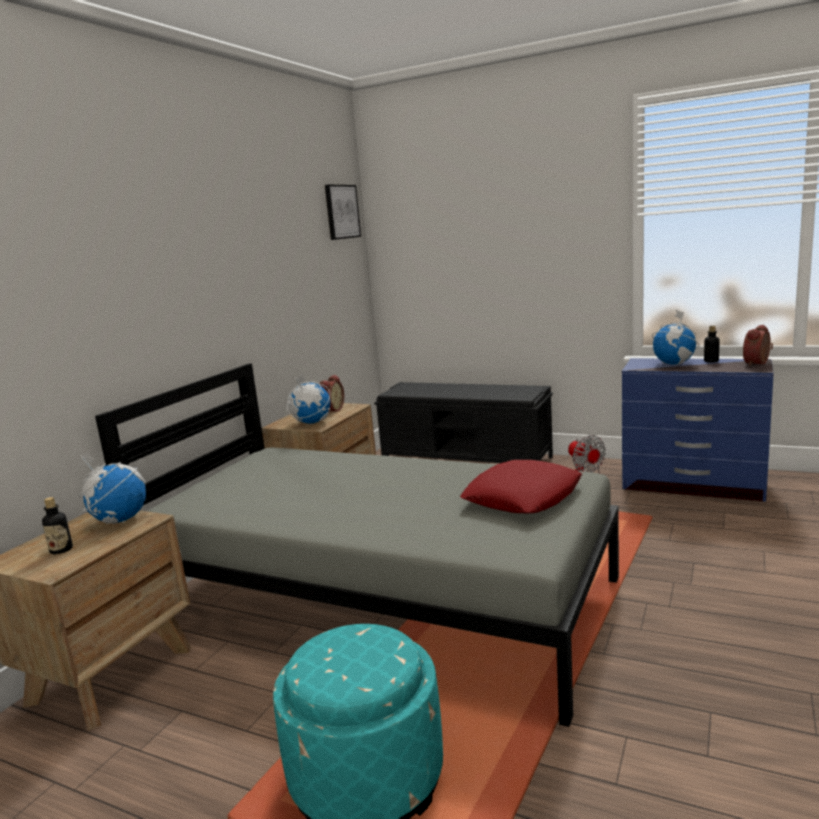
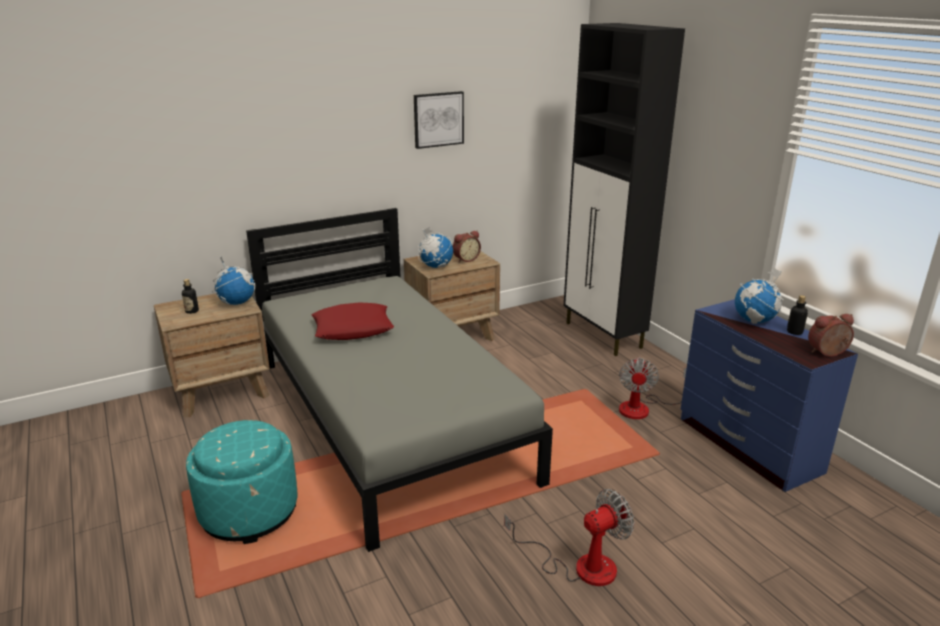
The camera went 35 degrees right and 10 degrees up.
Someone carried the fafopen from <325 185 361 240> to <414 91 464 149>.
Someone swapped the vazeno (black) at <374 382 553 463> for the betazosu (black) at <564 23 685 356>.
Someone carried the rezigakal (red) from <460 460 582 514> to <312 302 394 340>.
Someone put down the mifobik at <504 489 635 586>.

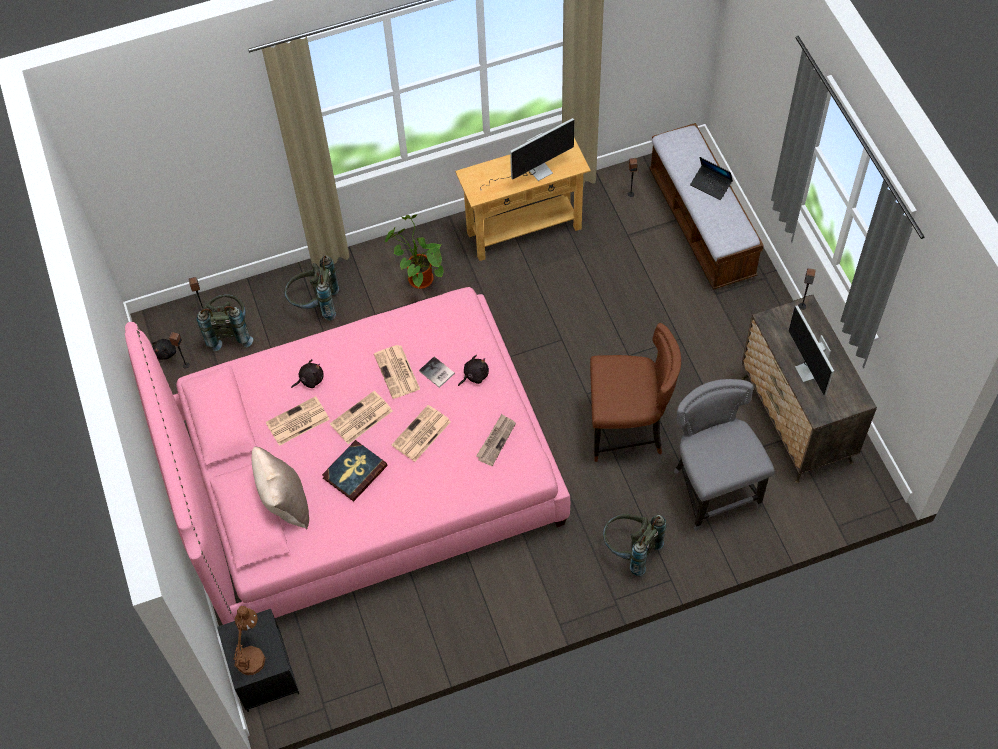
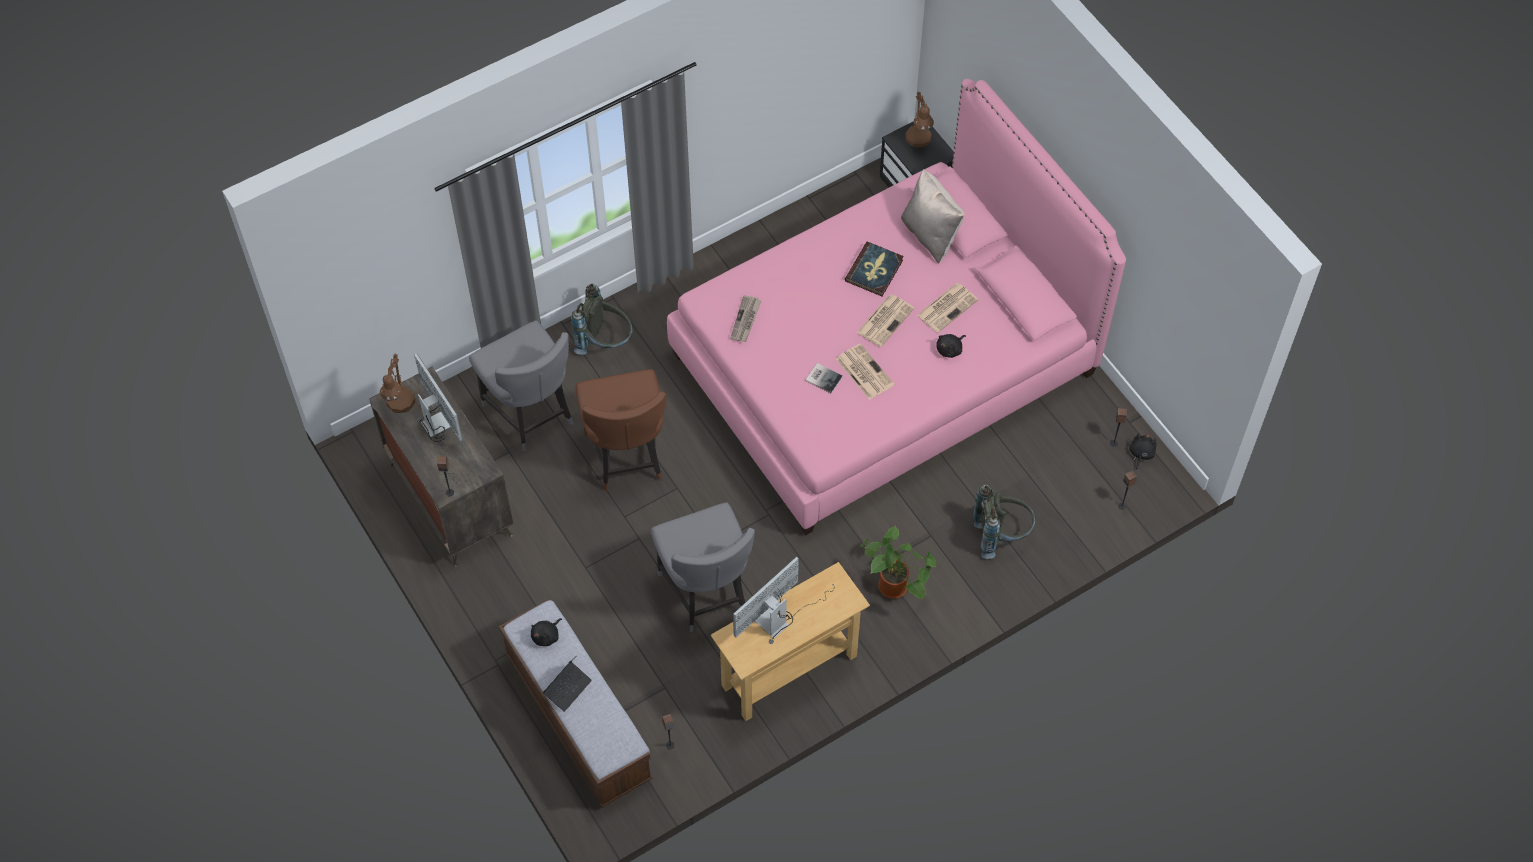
The camera went 165 degrees right and 0 degrees up.
Someone took away the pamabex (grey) at <197 295 253 351>.
Someone took away the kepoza at <392 405 451 462>.
Someone carried the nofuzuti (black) from <458 355 489 386> to <531 618 562 646>.
Someone rotated the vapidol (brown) at <590 323 681 462> by 90 degrees counterclockwise.
Someone rotated the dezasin at <690 157 733 200> by 105 degrees clockwise.
Someone put down the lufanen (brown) at <380 353 415 413>.
Someone put down the vapidol (grey) at <651 502 755 632>.

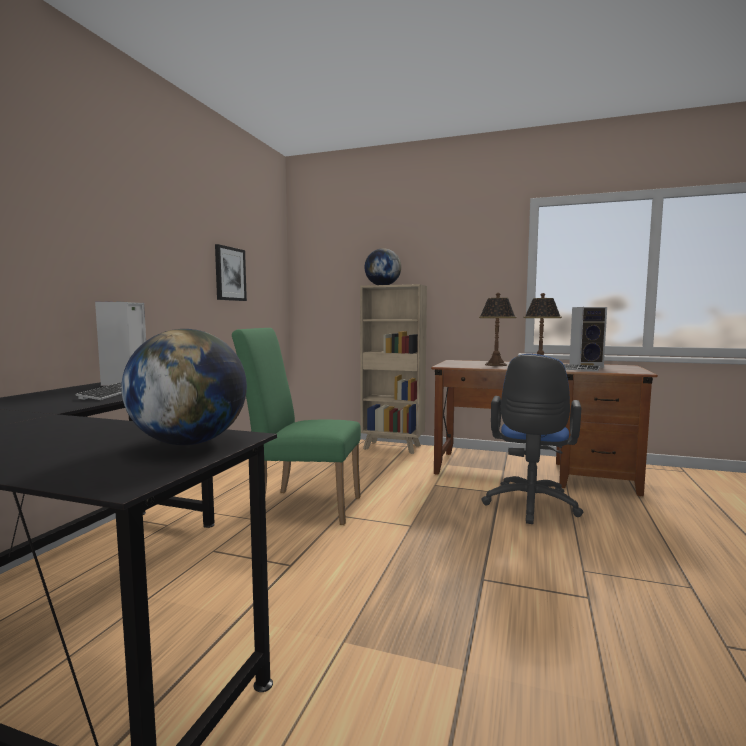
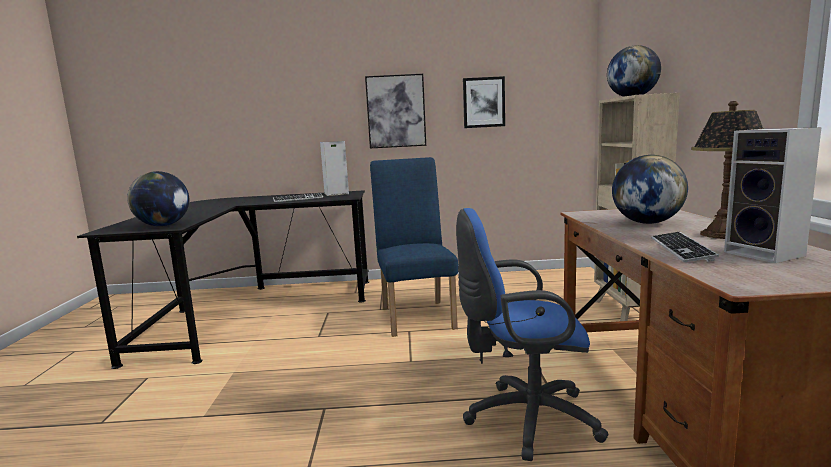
The camera went 70 degrees right and 5 degrees up.
Someone repainted the vapidol (green) at <232 328 361 525>, which became the vapidol (blue) at <370 157 458 337>.
Someone swapped the lufanen at <479 293 516 366> for the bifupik at <612 155 688 224>.
Someone put up the fafopen at <365 74 426 148>.

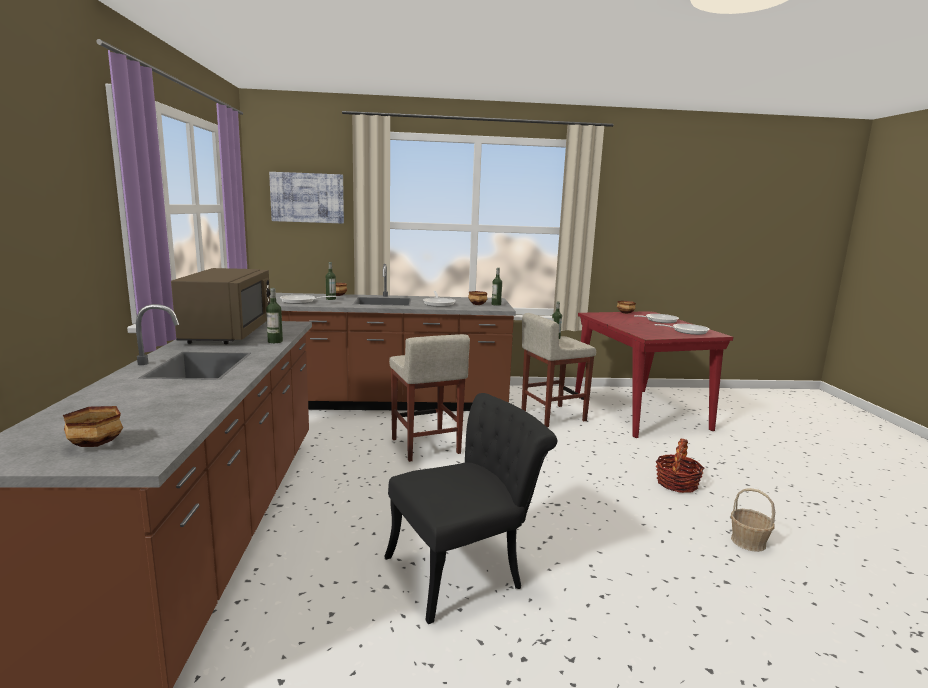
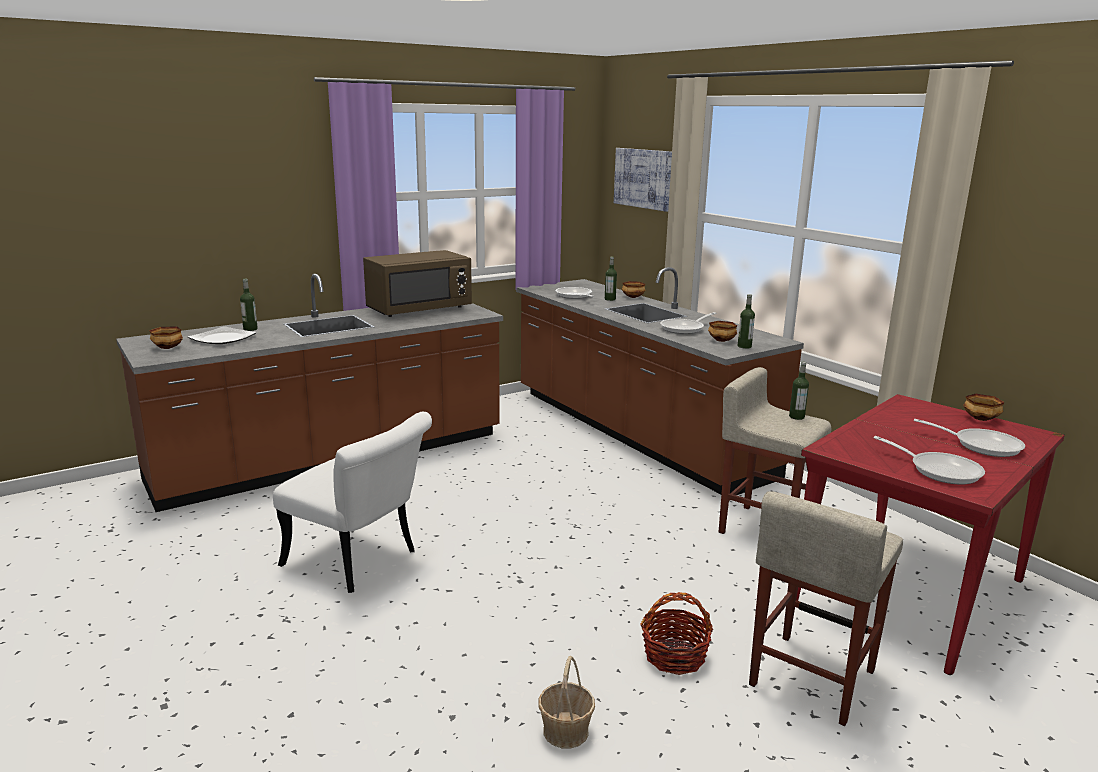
The camera went 60 degrees right and 5 degrees up.
Someone carried the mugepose from <266 288 283 343> to <240 279 258 331>.
Someone repainted the vapidol (black) at <384 393 557 624>, which became the vapidol (white) at <273 412 432 593>.
Someone carried the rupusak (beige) from <389 334 470 462> to <749 491 903 726>.
Someone put down the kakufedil at <188 326 257 344>.

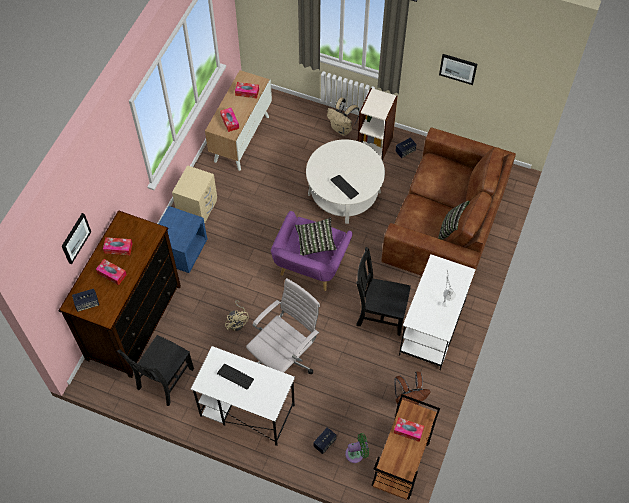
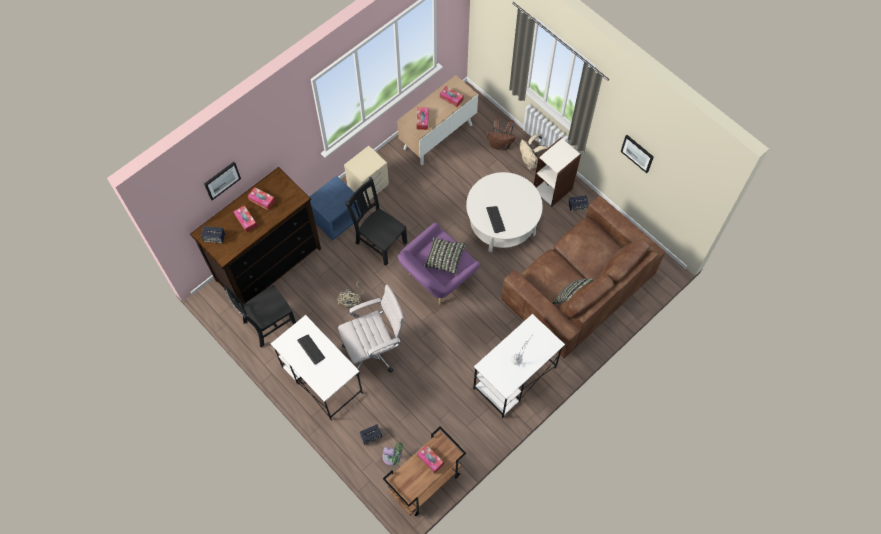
The camera went 25 degrees right and 5 degrees up.
Someone carried the vapidol (black) from <356 247 411 336> to <345 177 407 266>.
Someone carried the pamabex (brown) from <394 371 431 407> to <487 117 515 151>.

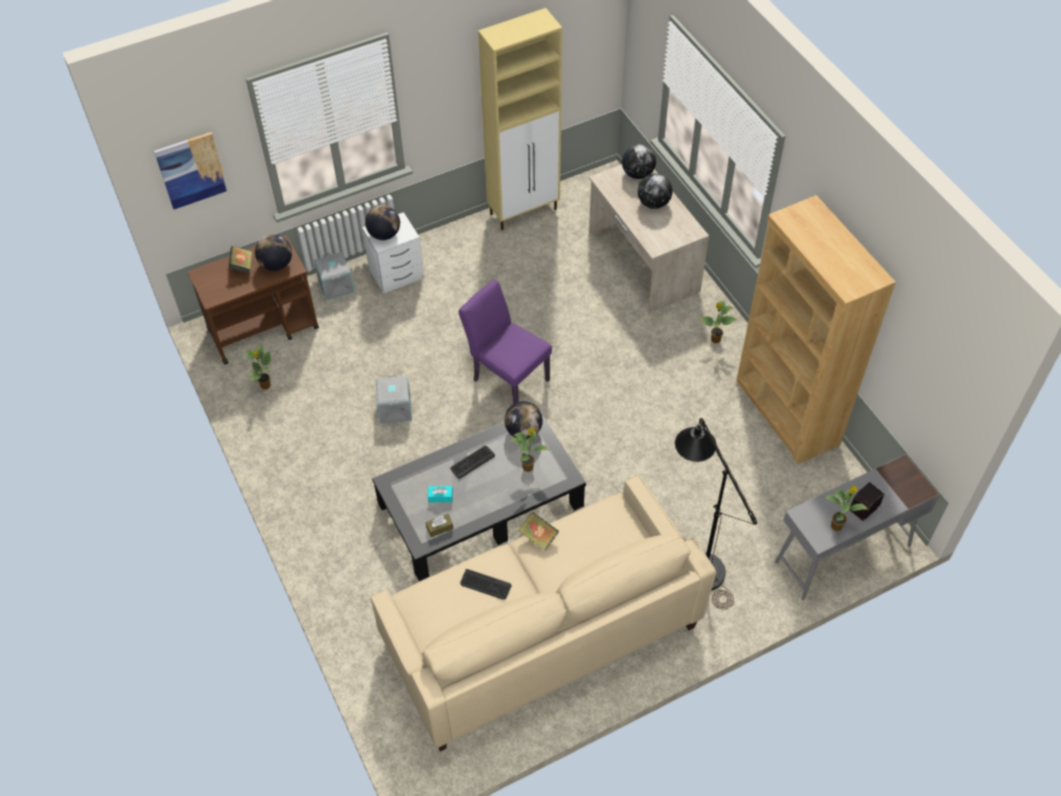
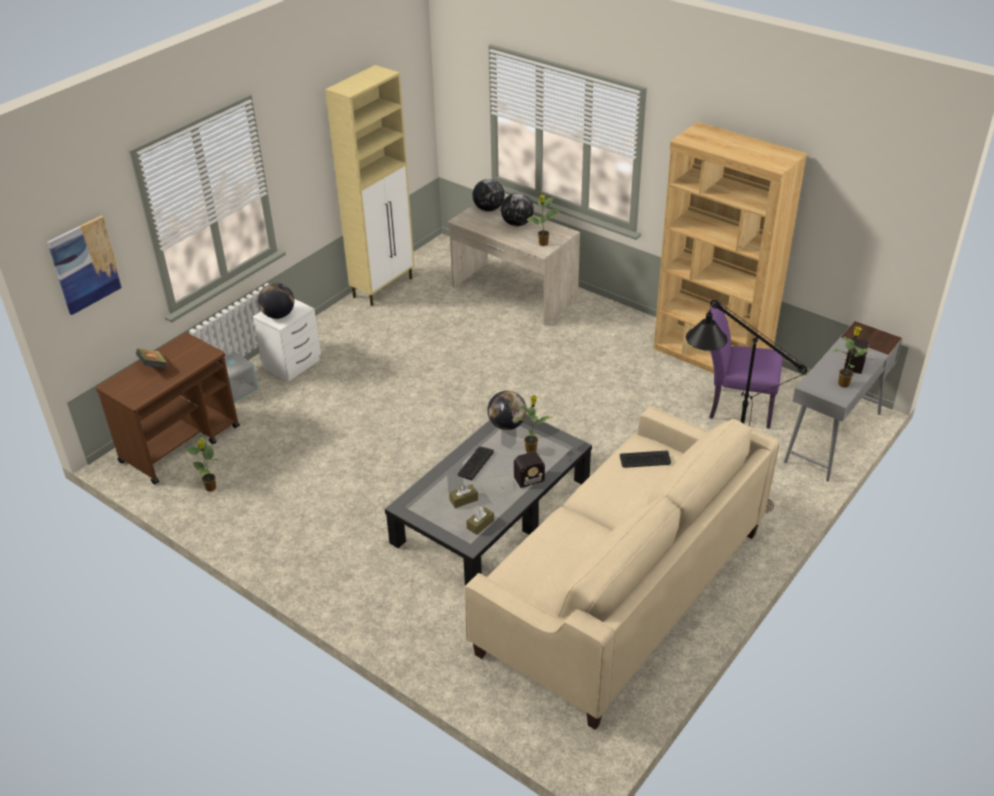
The camera went 25 degrees left and 15 degrees down.
Someone took away the bifupik at <255 234 292 271>.
Someone took away the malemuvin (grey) at <375 375 412 424>.
Someone repainted the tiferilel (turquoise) at <428 486 453 502>, which became the tiferilel (brown) at <449 484 478 508>.
Someone carried the vapidol (purple) from <458 279 552 404> to <709 301 783 429>.
Someone carried the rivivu from <460 569 511 600> to <620 451 671 468>.
Someone took away the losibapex at <519 512 559 550>.
Someone carried the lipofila from <699 300 737 343> to <526 194 560 246>.
Someone put down the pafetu at <498 452 545 492>.

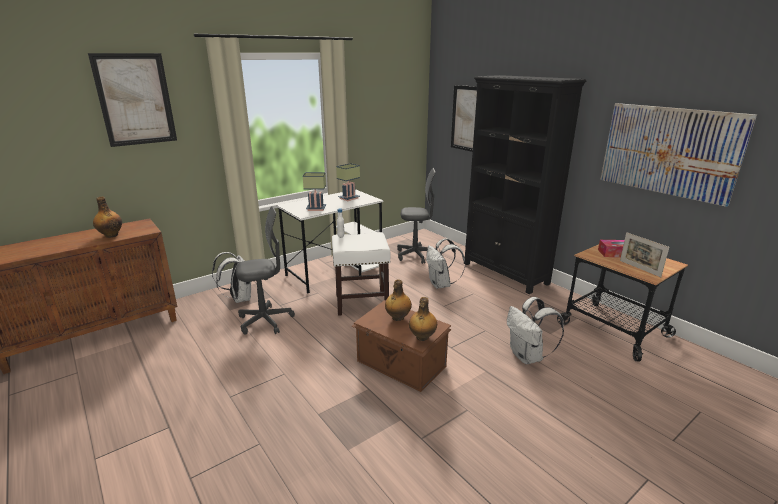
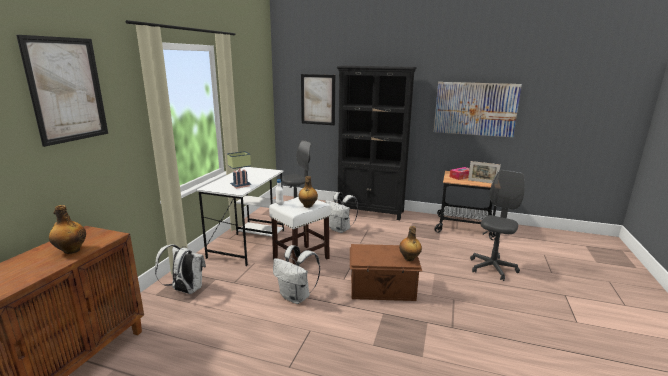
The camera went 35 degrees left and 5 degrees down.
Someone carried the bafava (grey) from <236 206 295 335> to <470 169 525 281>.
Someone took away the lufanen at <336 163 360 201>.
Someone carried the mugepose from <385 279 412 321> to <298 176 318 208>.
Someone carried the pamabex (white) from <507 297 564 364> to <273 245 320 304>.

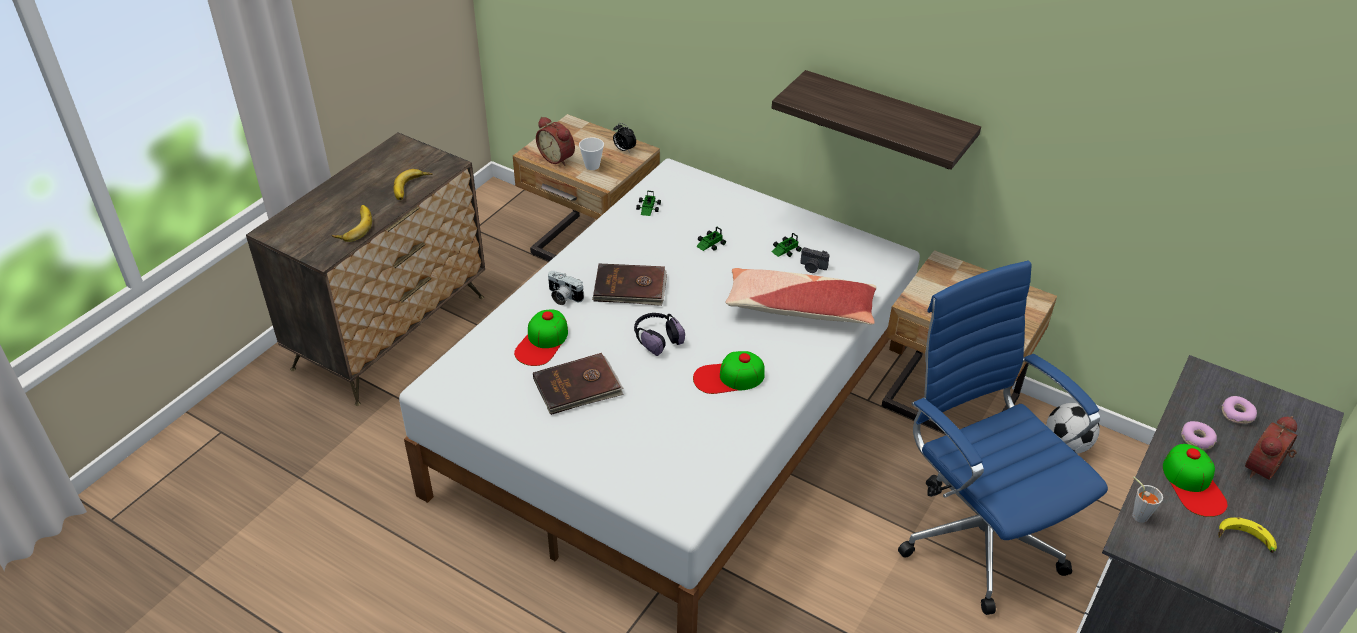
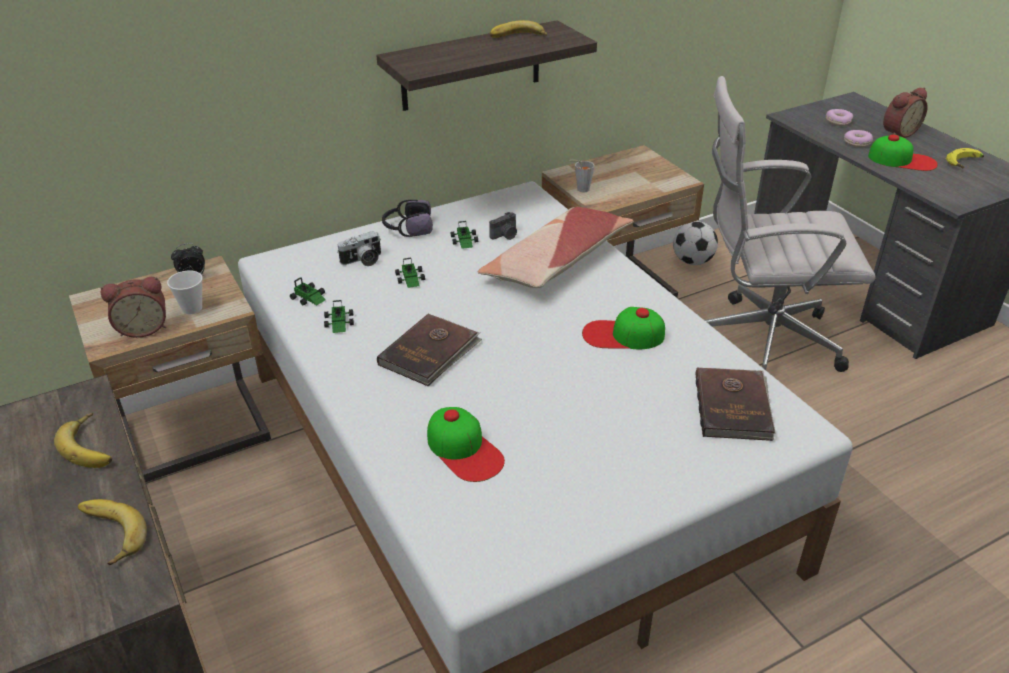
The camera went 60 degrees left and 5 degrees down.
Someone carried the losibapex (brown) from <533 353 624 415> to <696 367 776 441>.
Someone carried the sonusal from <548 271 584 305> to <337 231 381 266>.
Someone carried the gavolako from <634 313 685 356> to <382 200 433 237>.
Someone rotated the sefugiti at <693 351 765 394> by 75 degrees clockwise.
Someone repainted the bafava (blue) at <898 261 1108 615>, which became the bafava (white) at <705 76 876 372>.
Someone carried the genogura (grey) from <1132 477 1163 523> to <570 160 594 193>.
Someone rotated the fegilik at <1245 416 1297 480> by 105 degrees counterclockwise.
Someone put down the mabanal at <324 300 354 333>.
Someone put down the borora at <490 20 547 38>.

